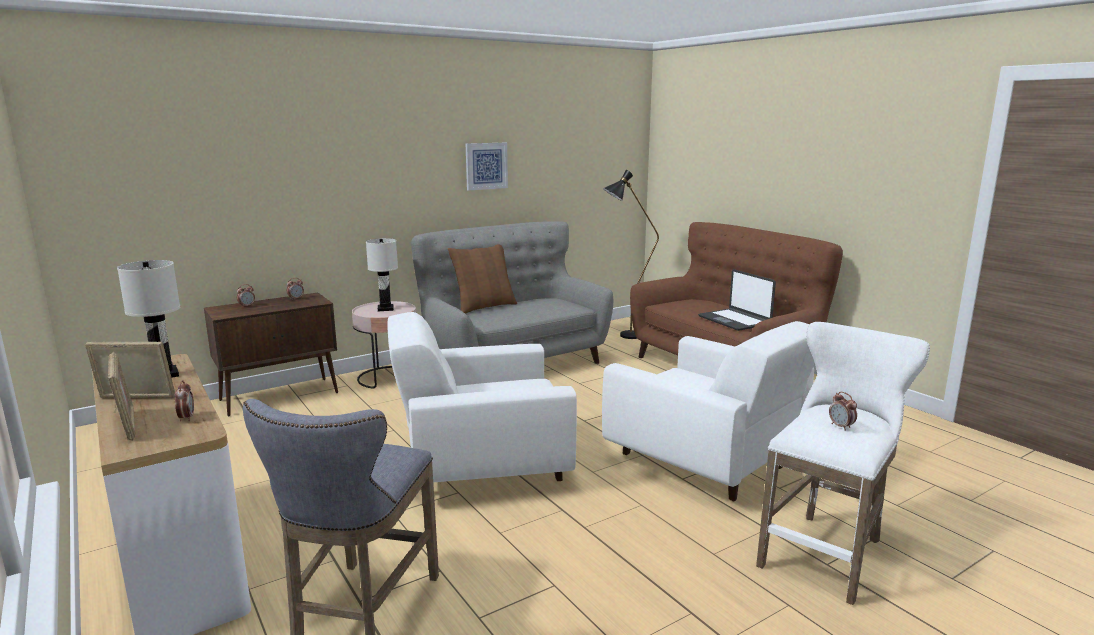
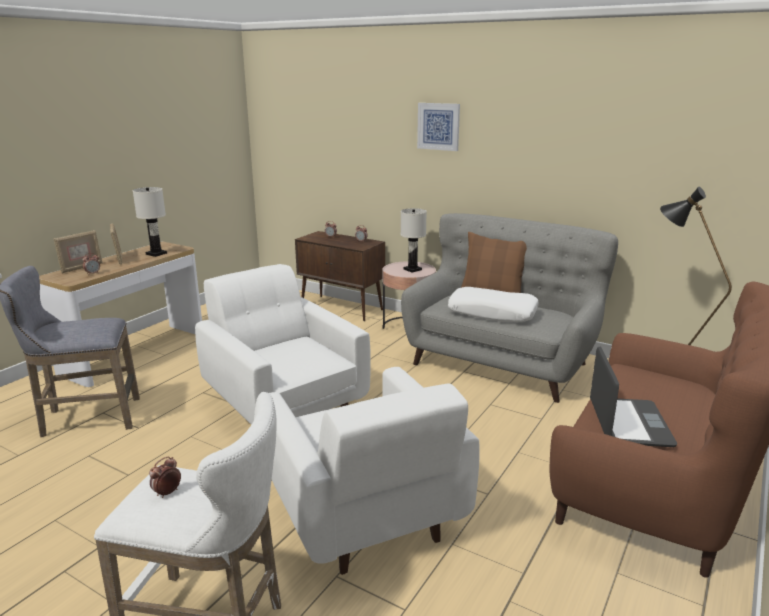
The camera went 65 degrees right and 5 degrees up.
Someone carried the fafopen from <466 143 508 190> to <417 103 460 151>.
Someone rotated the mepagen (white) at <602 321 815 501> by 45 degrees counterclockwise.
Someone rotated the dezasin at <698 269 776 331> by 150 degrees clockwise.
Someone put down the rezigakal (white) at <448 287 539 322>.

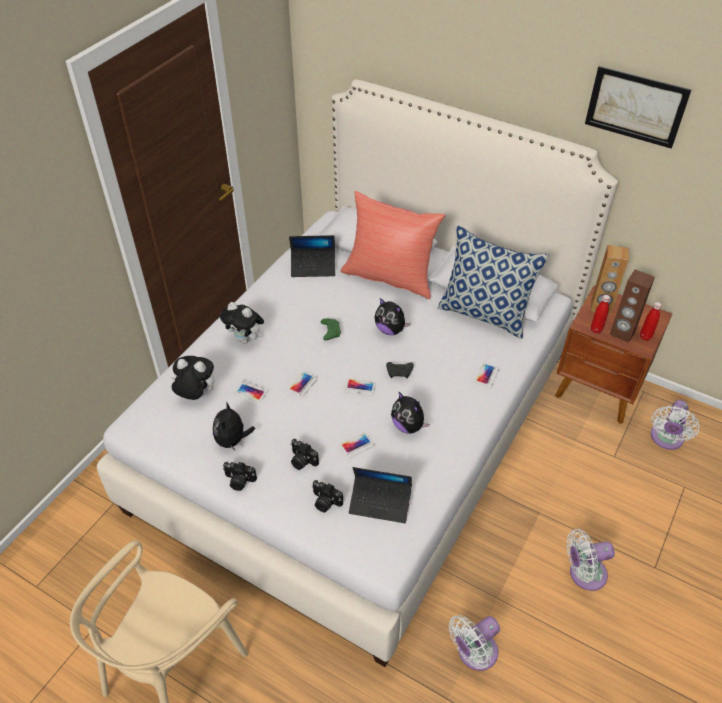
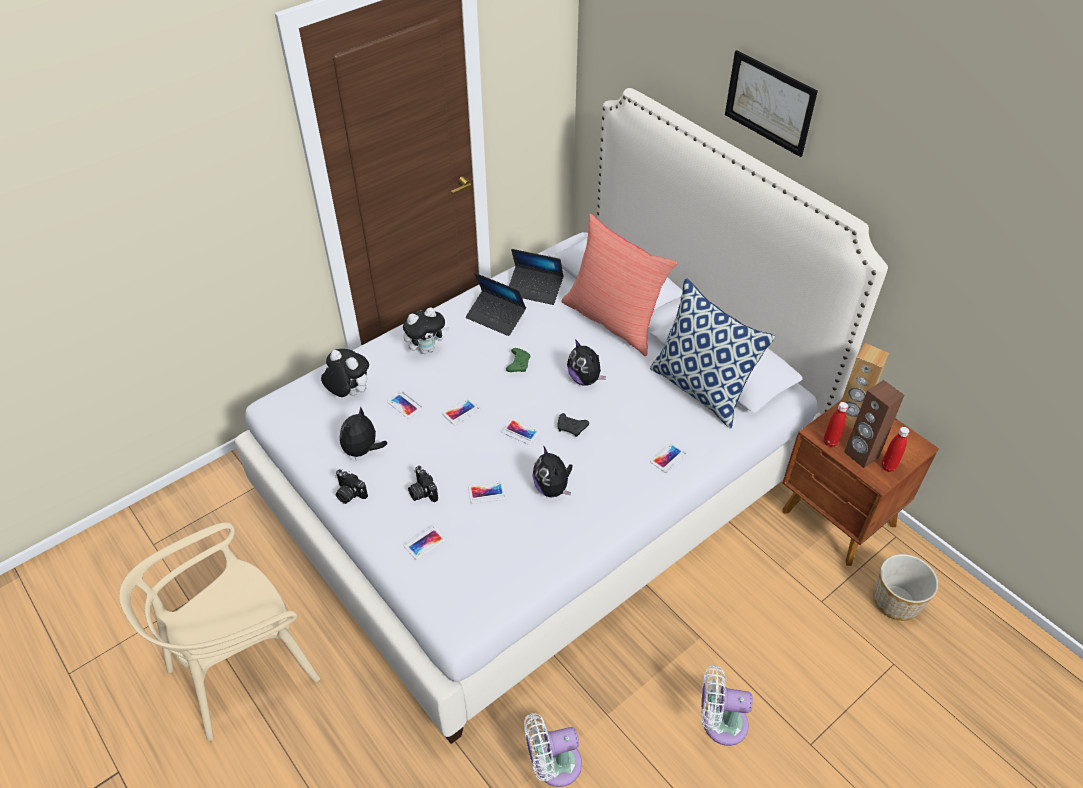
The camera went 20 degrees right and 0 degrees up.
Someone rotated the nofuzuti at <220 302 264 344> by 75 degrees counterclockwise.
Someone swapped the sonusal at <312 480 343 513> for the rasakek at <403 525 446 559>.
Someone carried the dezasin from <349 467 412 523> to <466 273 526 336>.
Someone carried the fafopen from <585 66 692 149> to <725 50 818 157>.
Someone swapped the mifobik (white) at <651 400 700 450> for the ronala at <873 554 938 621>.

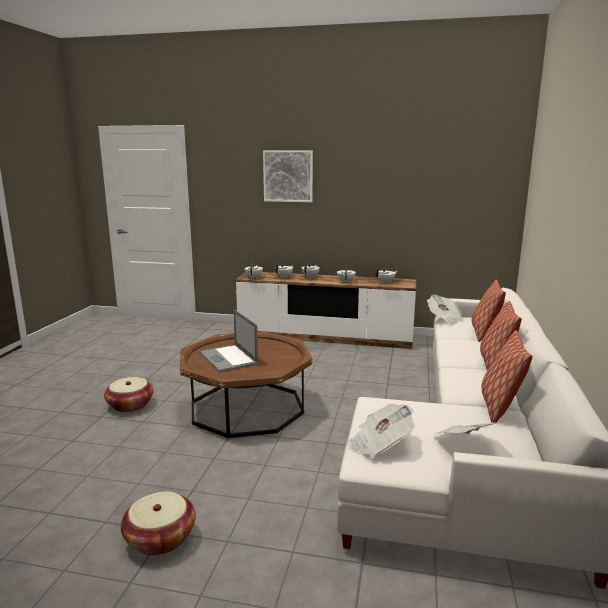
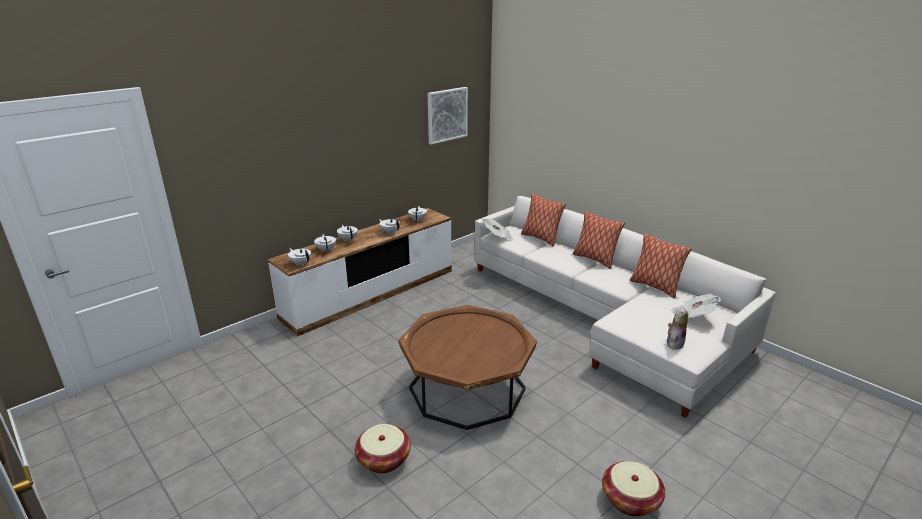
The camera went 55 degrees left and 10 degrees up.
Someone took away the dezasin at <200 309 258 372>.
Someone carried the fafopen from <263 151 313 202> to <428 87 468 145>.
Someone swapped the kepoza at <347 404 414 458> for the nofuzuti at <667 307 688 350>.

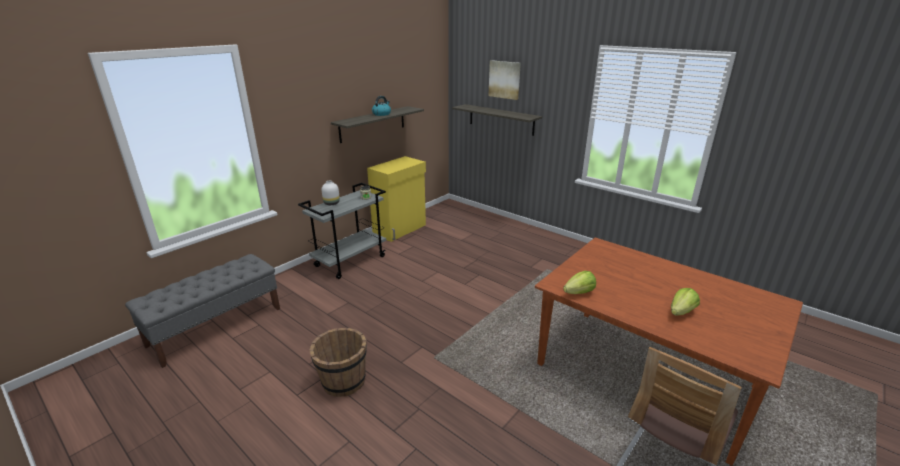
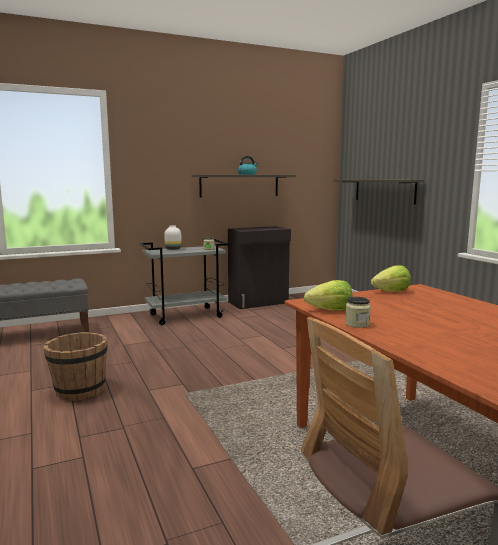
The camera went 25 degrees right and 15 degrees down.
Someone repainted the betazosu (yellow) at <367 156 426 242>, which became the betazosu (black) at <228 226 291 309>.
Someone took away the fafopen at <489 60 521 100>.
Someone carried the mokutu from <671 288 700 316> to <371 265 411 292>.
Someone put down the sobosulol at <345 297 371 328>.

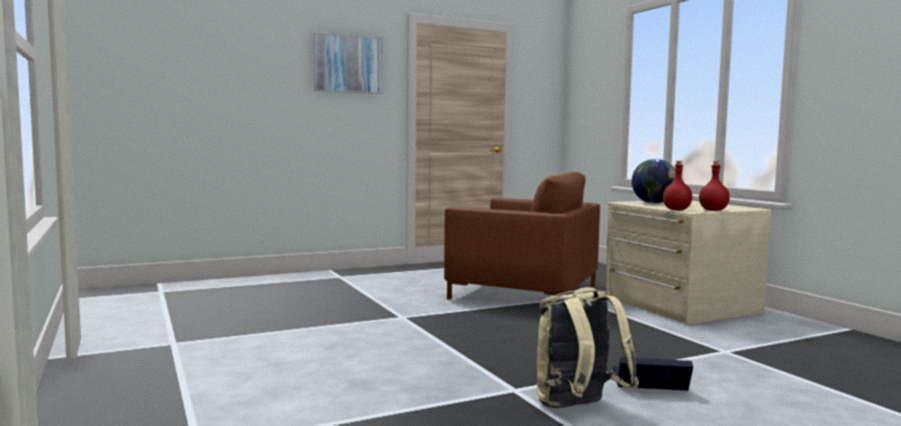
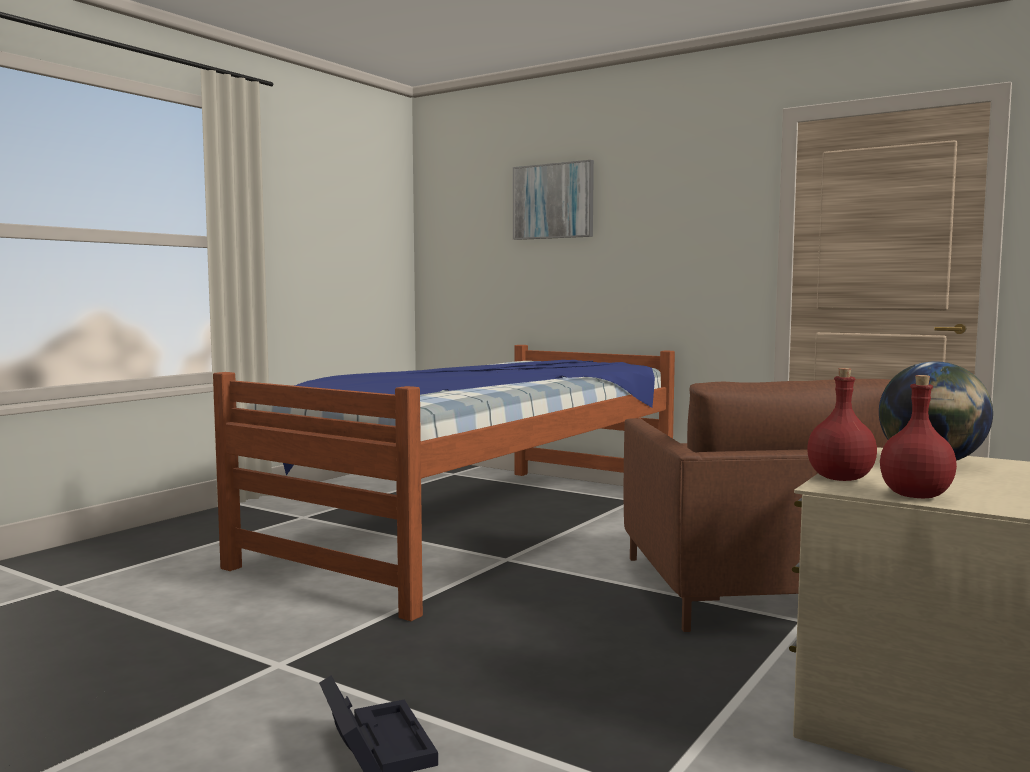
The camera went 60 degrees right and 0 degrees up.
Someone carried the fafopen from <314 32 382 94> to <513 160 594 240>.
Someone took away the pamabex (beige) at <536 287 639 408>.
Someone put down the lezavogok at <213 345 675 621>.

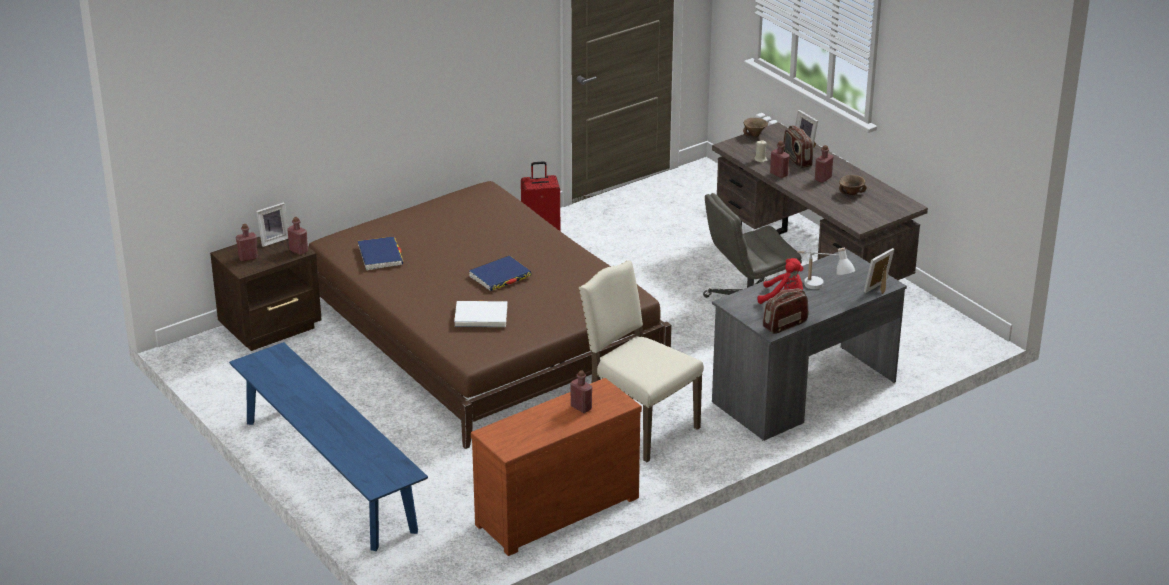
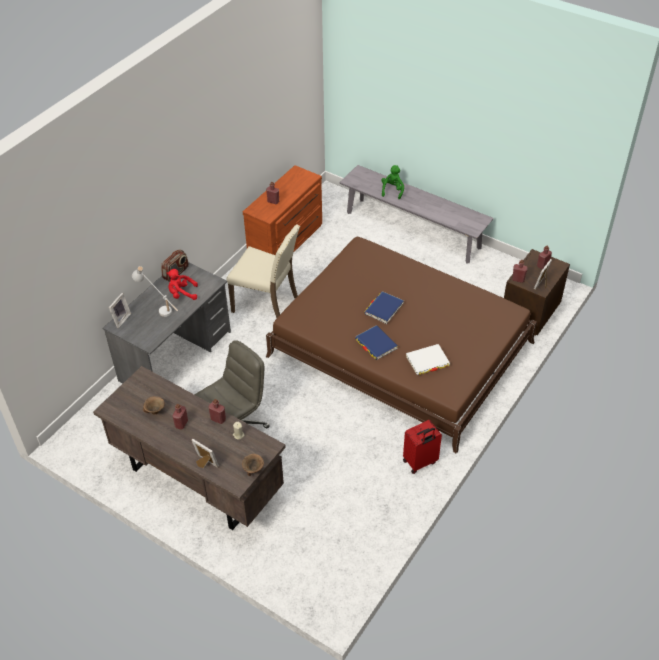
The camera went 160 degrees right and 15 degrees up.
Someone repainted the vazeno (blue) at <229 342 428 551>, which became the vazeno (grey) at <339 165 494 263>.
Someone carried the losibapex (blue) from <358 237 403 270> to <355 325 398 360>.
Someone carried the losibapex (white) from <454 301 507 327> to <406 344 450 375>.
Someone took away the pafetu at <783 125 813 168>.
Someone put down the nofuzuti (green) at <382 165 404 199>.

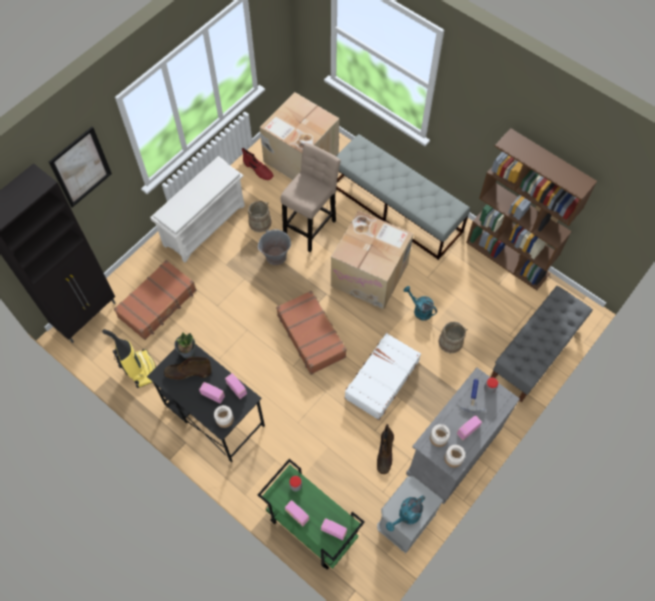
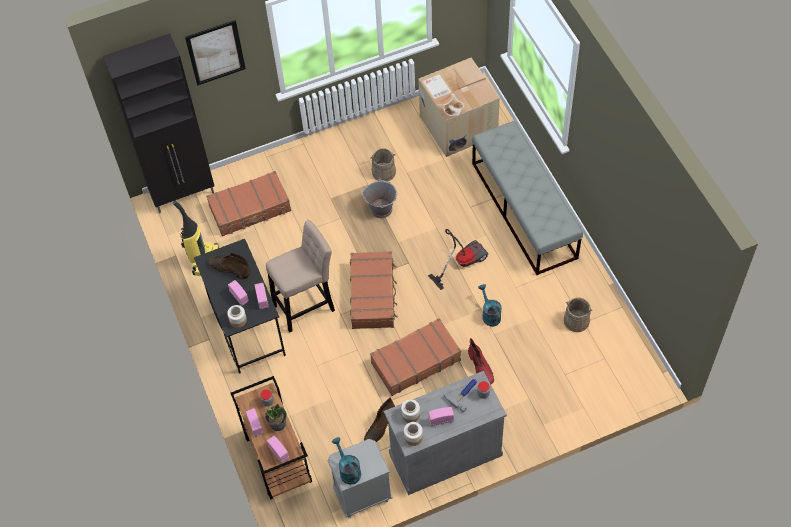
The camera went 30 degrees right and 5 degrees down.
Someone took away the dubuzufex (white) at <150 156 245 263>.
Someone carried the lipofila from <174 332 195 358> to <265 404 287 431>.
Someone carried the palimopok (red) from <242 148 274 180> to <468 338 494 384>.
Someone repainted the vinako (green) at <258 459 365 570>, which became the vinako (brown) at <230 376 312 500>.
Someone carried the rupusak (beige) from <281 143 341 252> to <266 220 335 332>.
Someone swapped the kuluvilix at <331 210 413 310> for the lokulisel at <428 229 488 290>.
Someone repainted the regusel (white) at <345 333 421 420>, which became the regusel (brown) at <370 318 461 396>.
Someone rotated the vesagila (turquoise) at <386 495 425 531> by 75 degrees clockwise.
Someone carried the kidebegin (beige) from <438 321 468 353> to <564 298 592 332>.
Someone took away the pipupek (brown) at <466 128 597 290>.
Someone took away the vazeno (grey) at <491 286 593 402>.

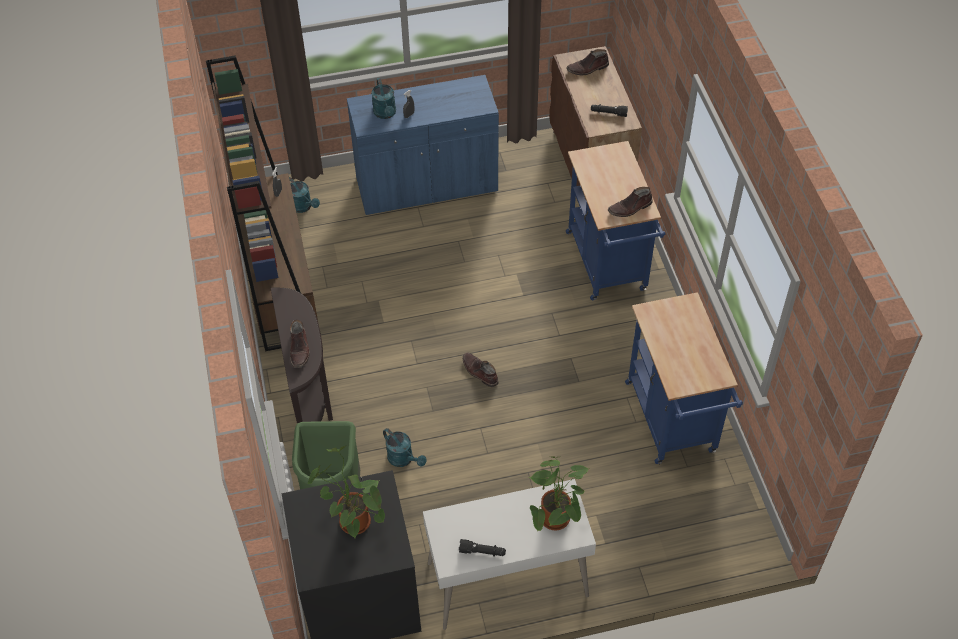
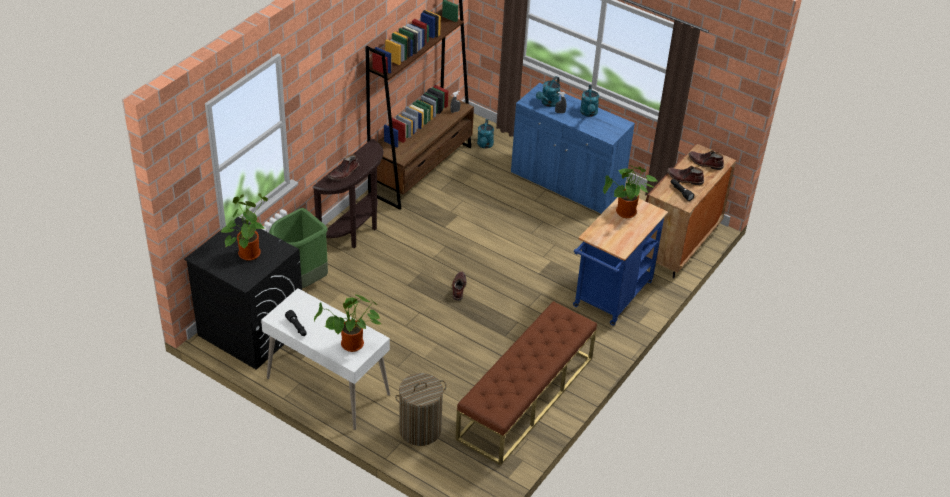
The camera went 45 degrees right and 10 degrees down.
Someone carried the vesagila (turquoise) from <383 428 426 467> to <580 85 599 117>.
Someone carried the palimopok (brown) from <608 187 653 217> to <667 166 704 185>.
Someone swapped the vinako (blue) at <625 292 743 464> for the vazeno (brown) at <455 301 597 465>.
Someone put down the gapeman at <395 373 446 446>.
Someone put down the lipofila at <603 165 657 218>.

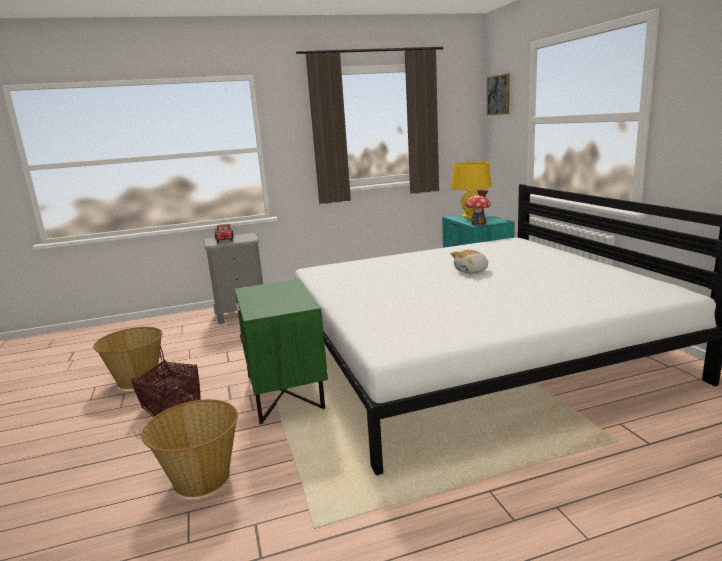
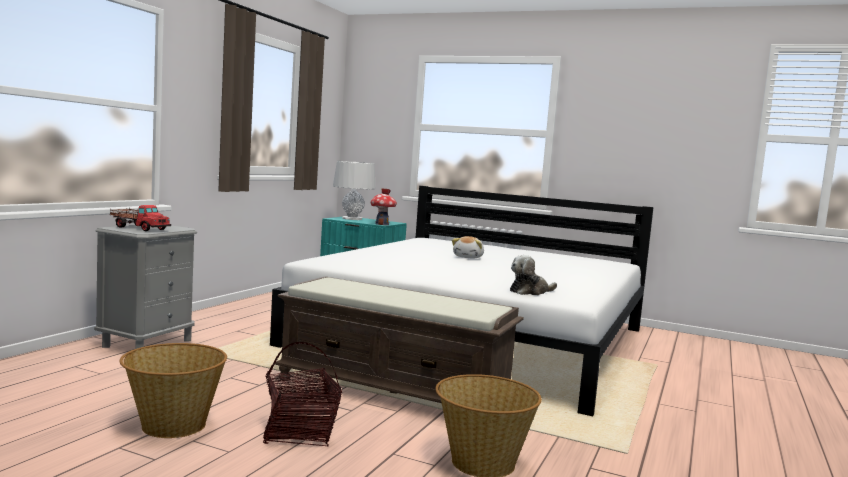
The camera went 50 degrees left and 10 degrees down.
Someone swapped the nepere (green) at <235 279 328 424> for the vazeno (brown) at <275 276 524 403>.
Someone repainted the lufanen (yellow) at <451 162 491 218>, which became the lufanen (grey) at <333 161 375 220>.
Someone took away the fafopen at <487 73 510 115>.
Someone put down the nofuzuti at <510 255 557 295>.

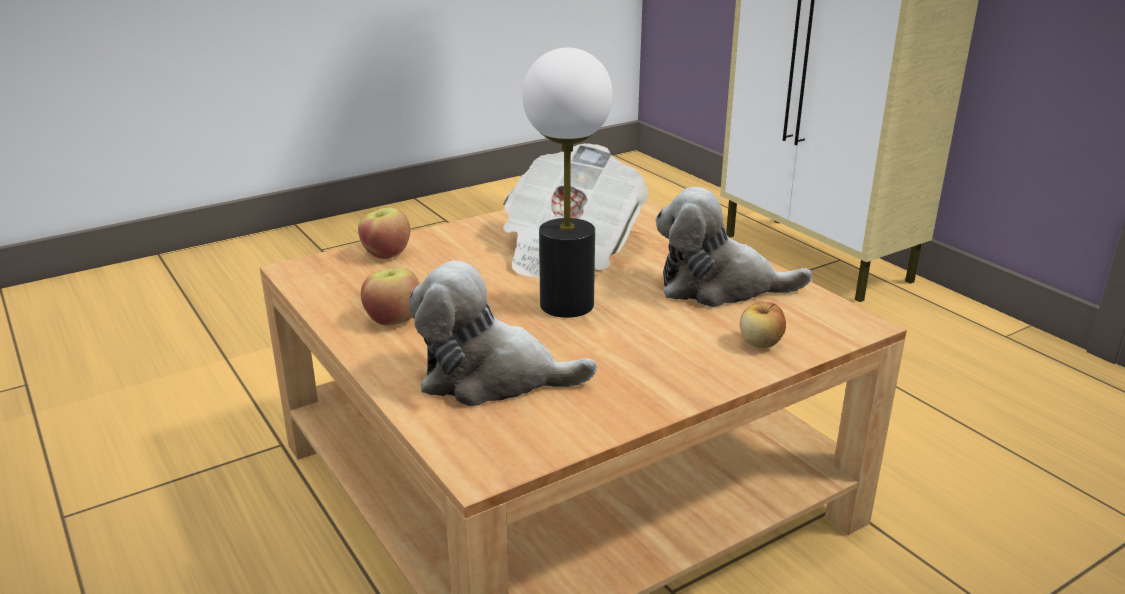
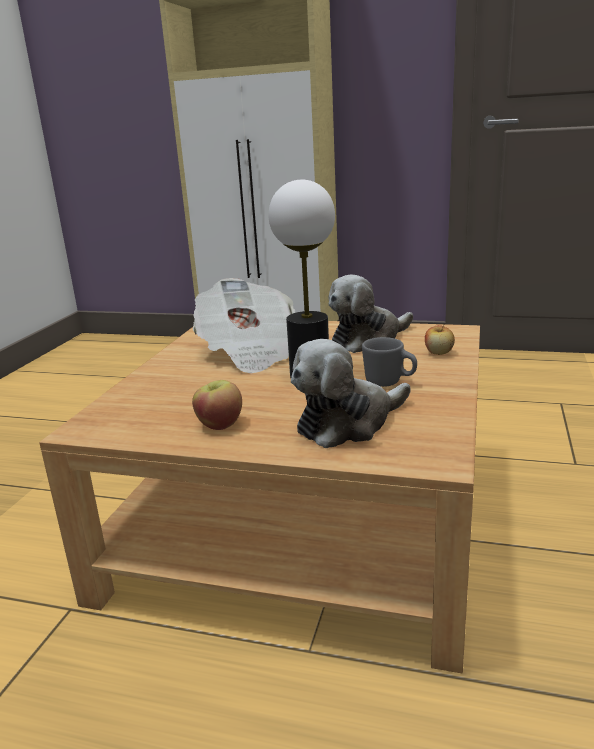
The camera went 40 degrees left and 5 degrees down.
Someone took away the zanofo at <358 207 410 259>.
Someone put down the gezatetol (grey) at <362 337 417 387>.

